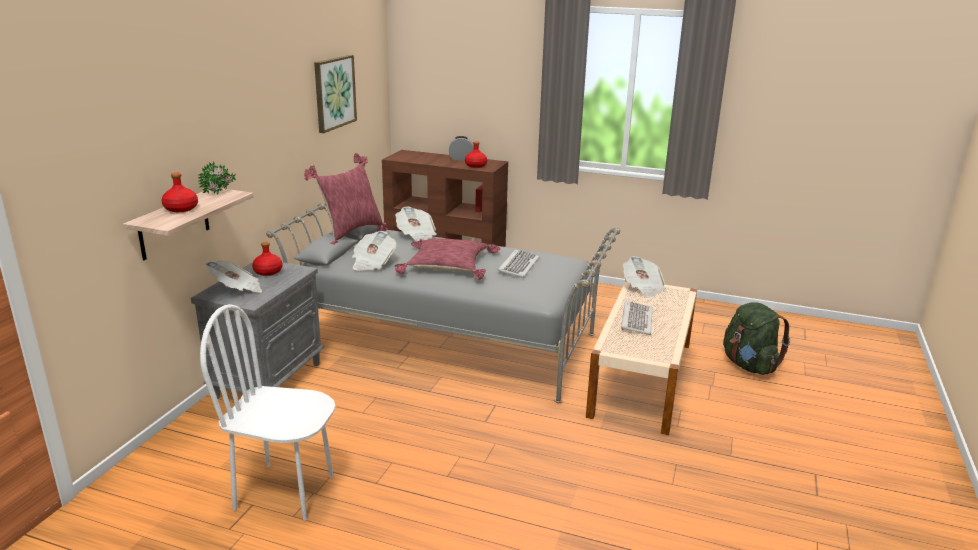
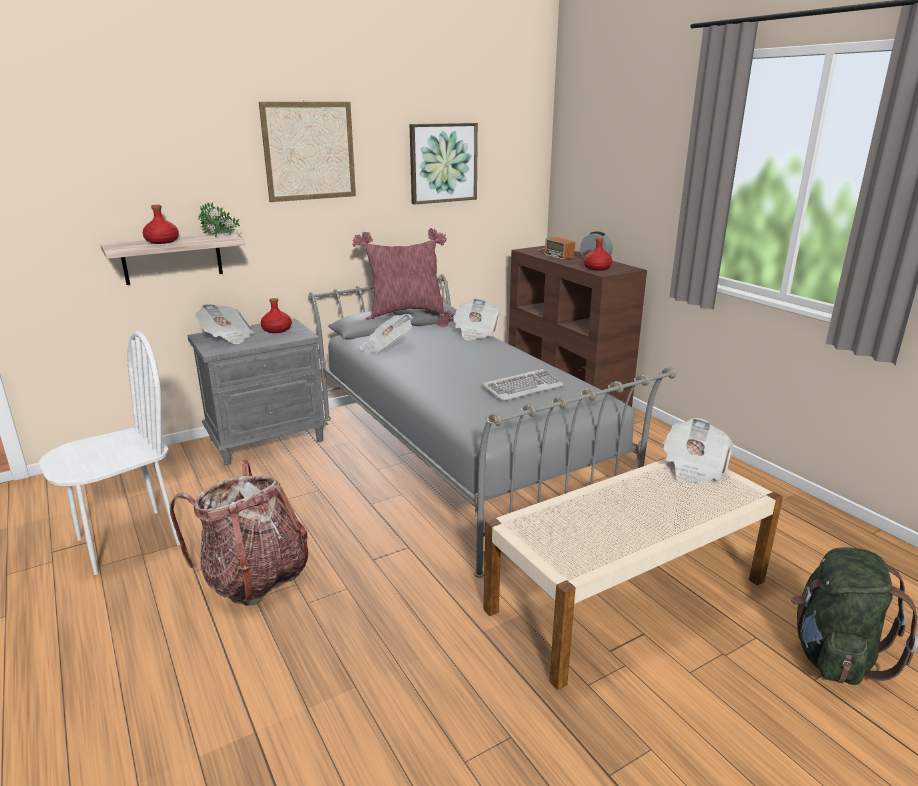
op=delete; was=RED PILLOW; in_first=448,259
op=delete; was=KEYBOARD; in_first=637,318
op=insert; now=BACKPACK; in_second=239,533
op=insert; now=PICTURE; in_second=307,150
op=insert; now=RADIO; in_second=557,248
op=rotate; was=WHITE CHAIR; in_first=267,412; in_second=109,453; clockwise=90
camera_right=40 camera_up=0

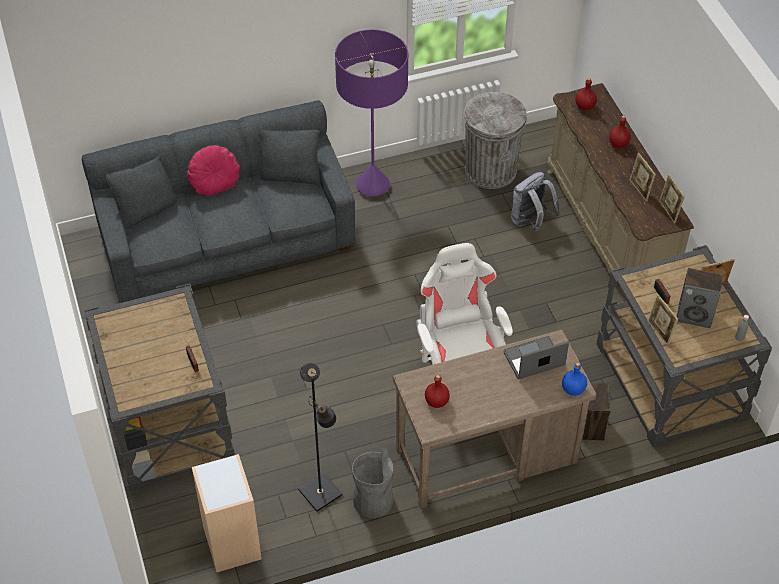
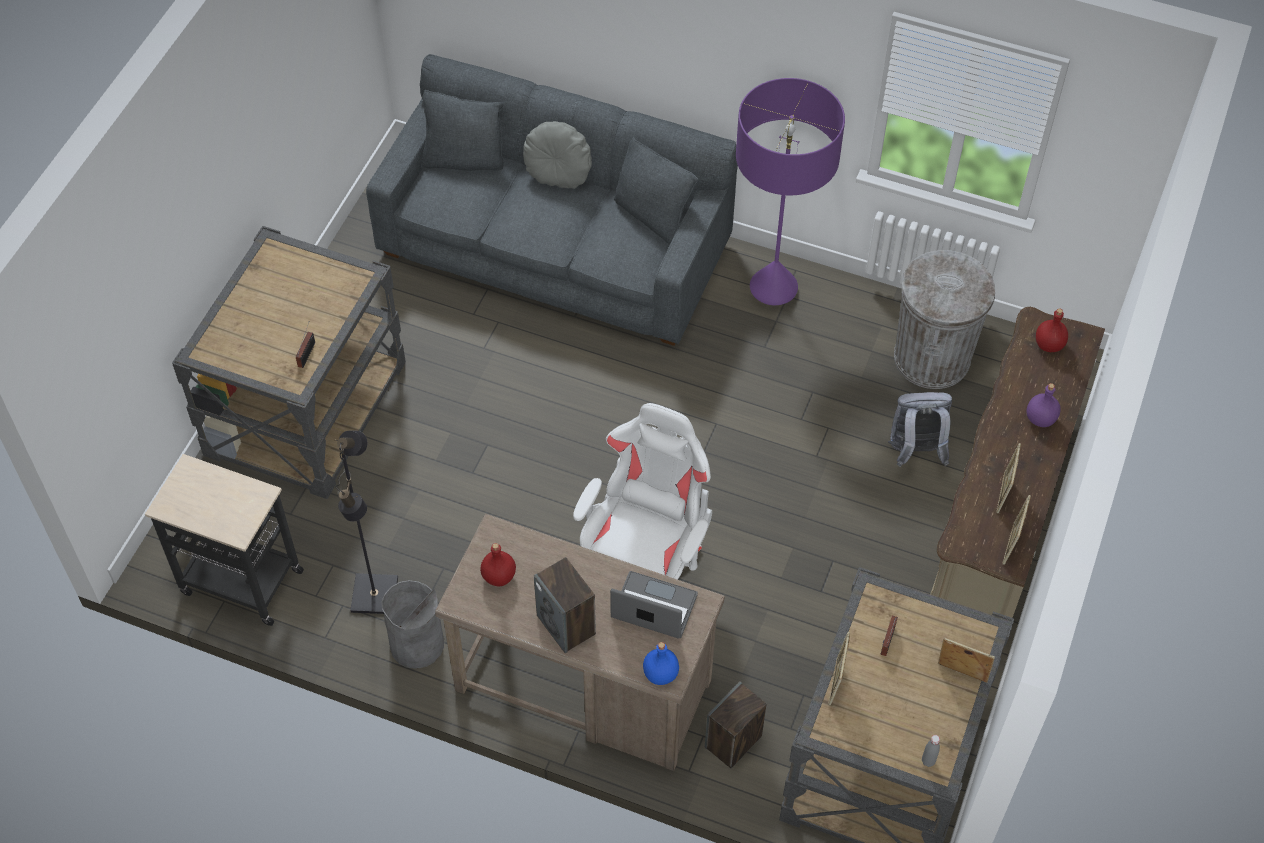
op=move; was=SPEAKER; in_first=699,298; in_second=565,605
op=replace; was=BOOKCASE; now=CART; in_first=227,513; in_second=224,540
op=recolor; was=PINK PILLOW; now=GREY PILLOW; in_first=213,170; in_second=557,155
op=recolor; was=RED BOTTLE; now=PURPLE BOTTLE; in_first=620,131; in_second=1043,405
camera_right=40 camera_up=5

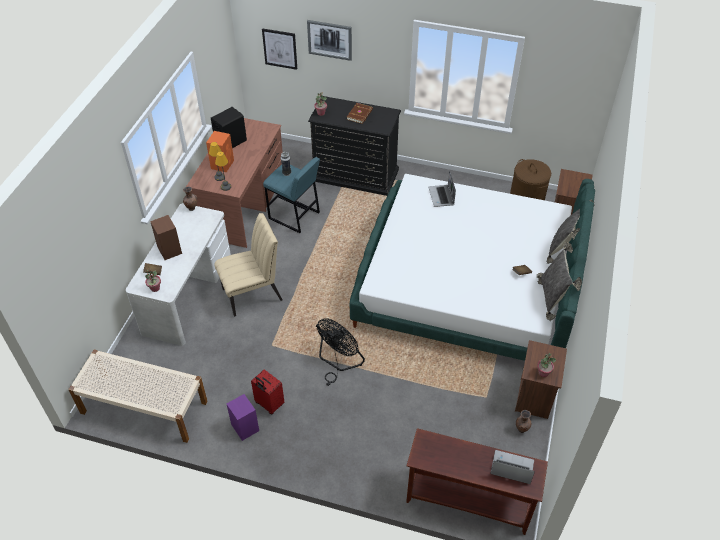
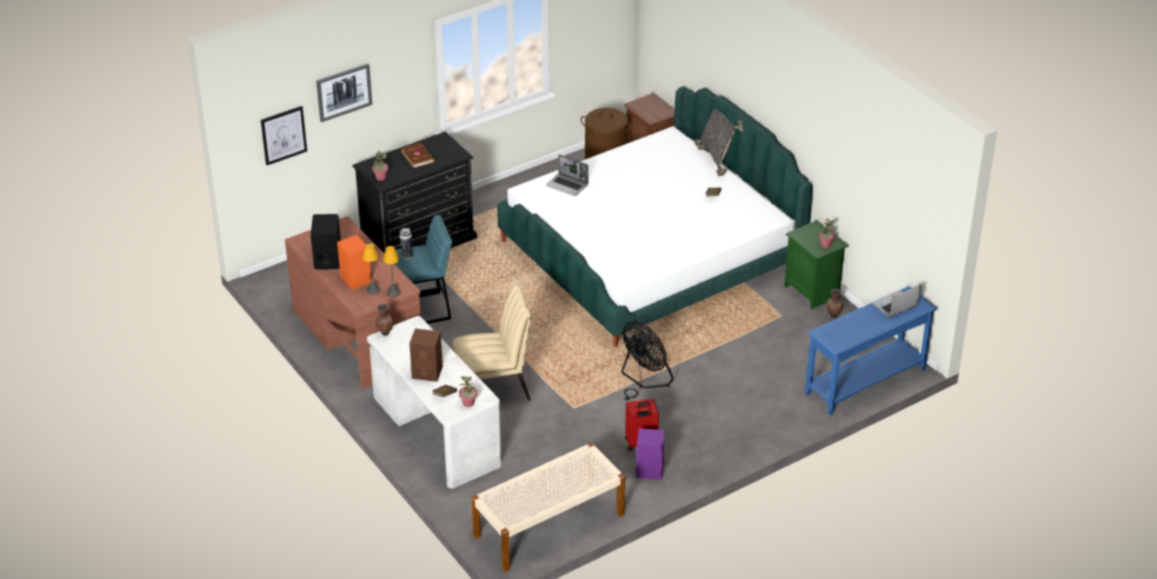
op=delete; was=PILLOW; in_first=559,281
op=recolor; was=BROWN CONSOLE TABLE; now=BLUE CONSOLE TABLE; in_first=477,481; in_second=871,351
op=recolor; was=BROWN NIGHTSTAND; now=GREEN NIGHTSTAND; in_first=541,379; in_second=816,264
op=rotate; was=BEIGE CHAIR; in_first=248,265; in_second=491,342; clockwise=60
op=rotate; was=BLACK FAN; in_first=340,352; in_second=647,360; clockwise=60
camera_right=-50 camera_up=-10

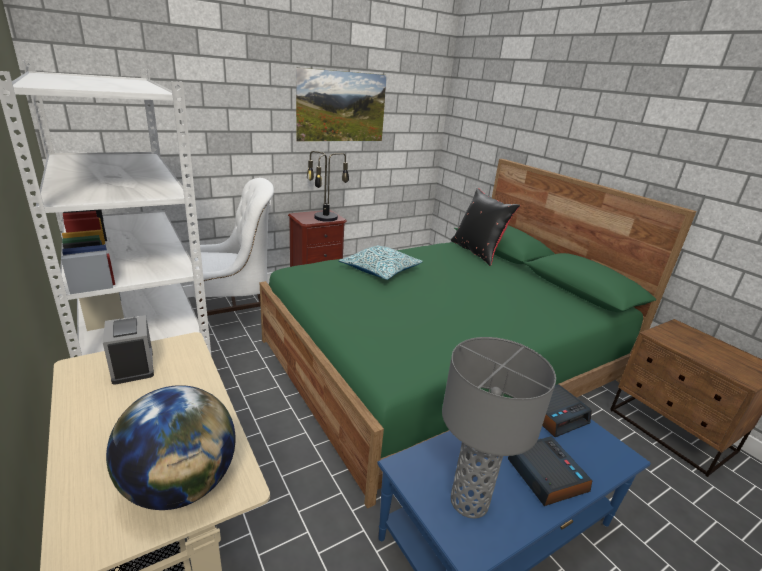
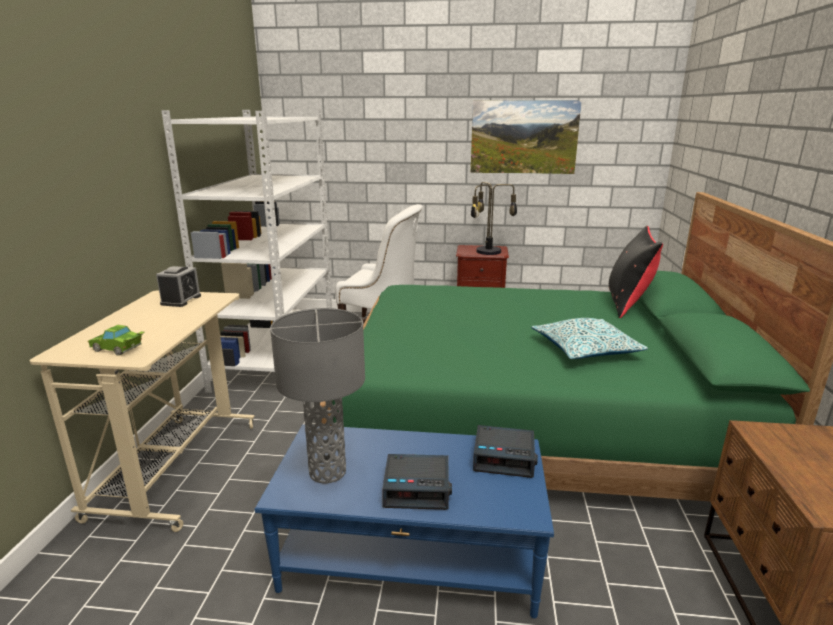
op=move; was=PILLOW; in_first=381,262; in_second=589,338
op=replace; was=GLOBE; now=GREEN TOY CAR; in_first=170,447; in_second=116,340
op=rotate; was=ALARM CLOCK; in_first=550,471; in_second=417,482; clockwise=75
camera_right=40 camera_up=-5

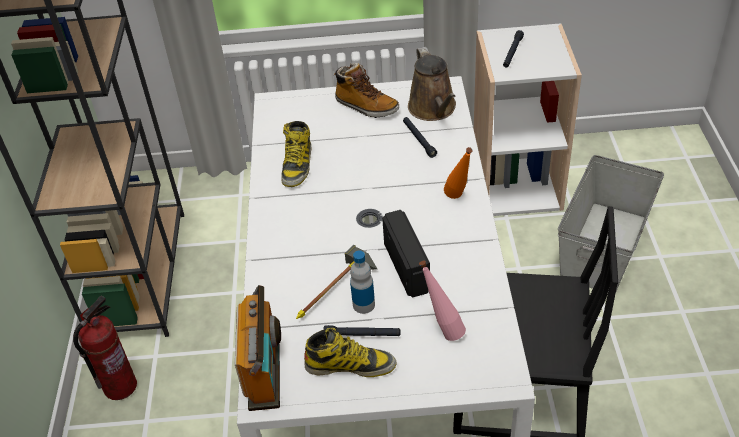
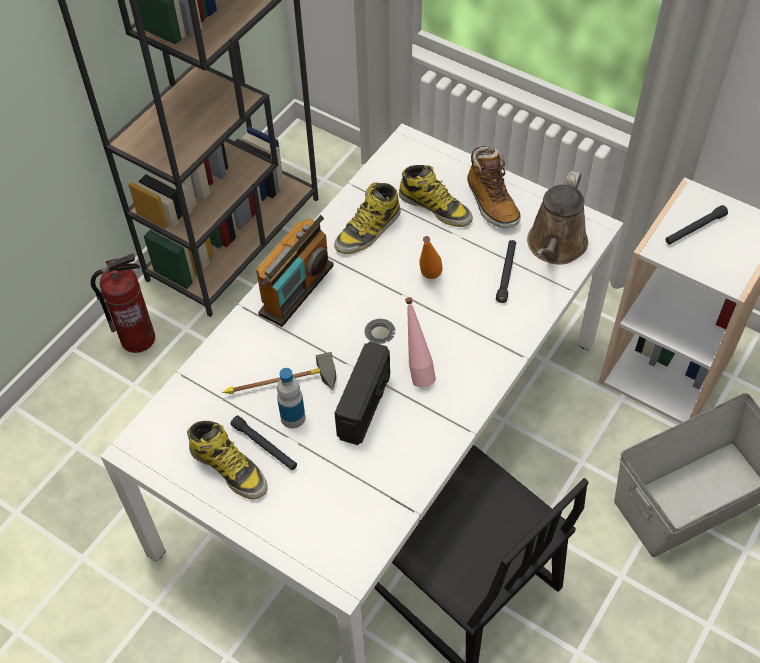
op=insert; now=BOOT; in_second=436,196
op=move; was=RADIO; in_first=258,348; in_second=295,271
op=move; was=PINK BOTTLE; in_first=442,301; in_second=420,342
op=move; was=ORANGE BOTTLE; in_first=458,173; in_second=430,257
camera_right=35 camera_up=10

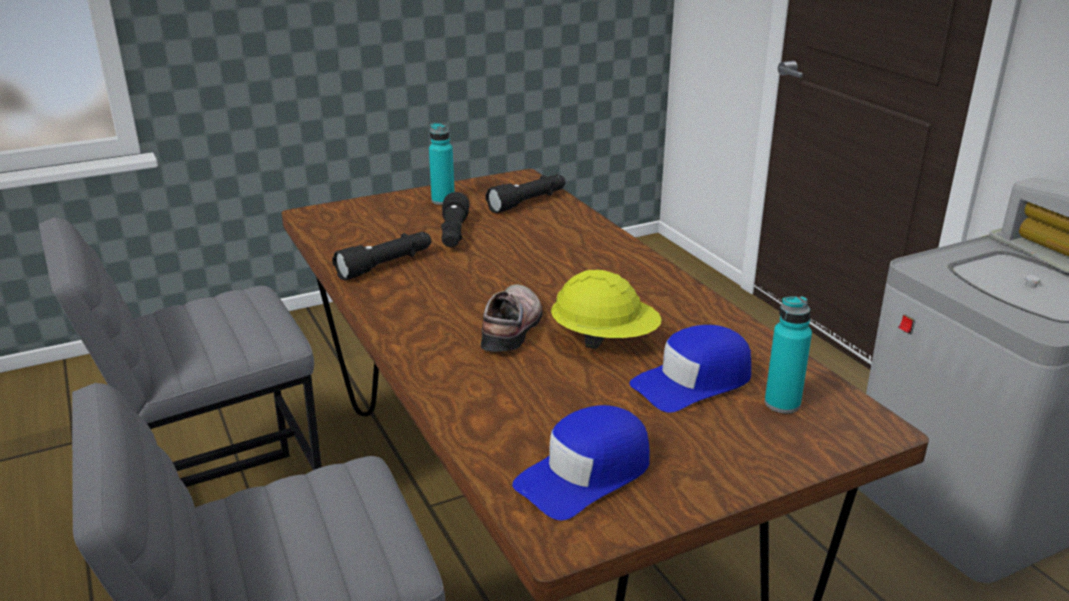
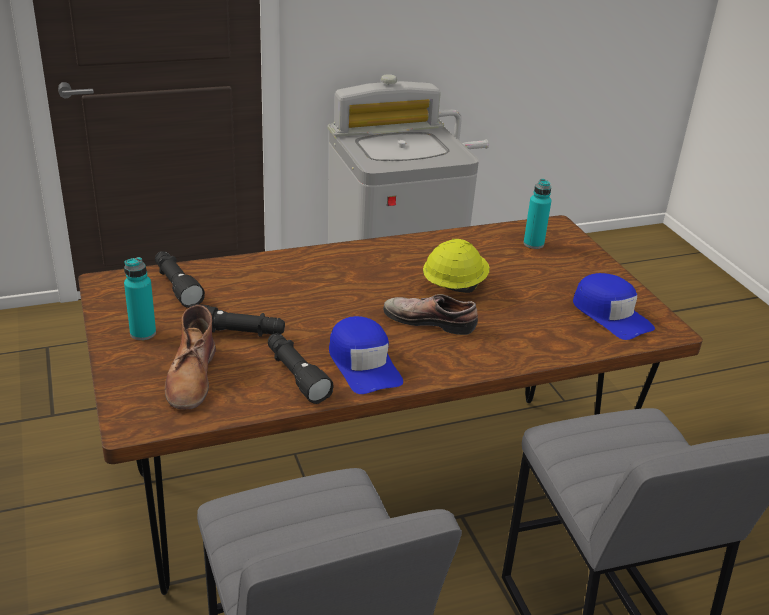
op=insert; now=BROWN BOOT; in_second=190,357
op=move; was=BLUE CAP; in_first=690,369; in_second=366,355
camera_right=-85 camera_up=5

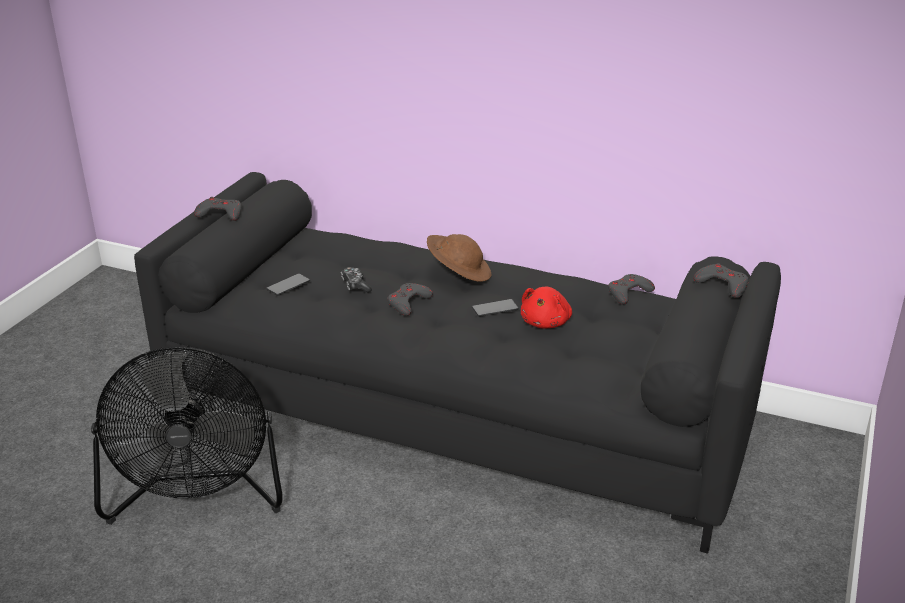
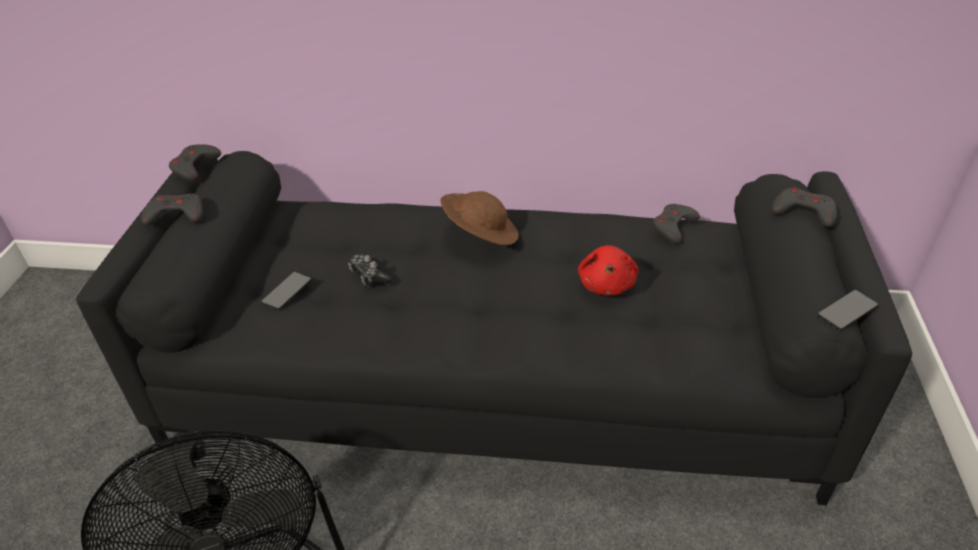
op=move; was=GREY GAME CONTROLLER; in_first=410,299; in_second=195,162
op=move; was=PHONE; in_first=495,308; in_second=847,310
camera_right=-15 camera_up=10

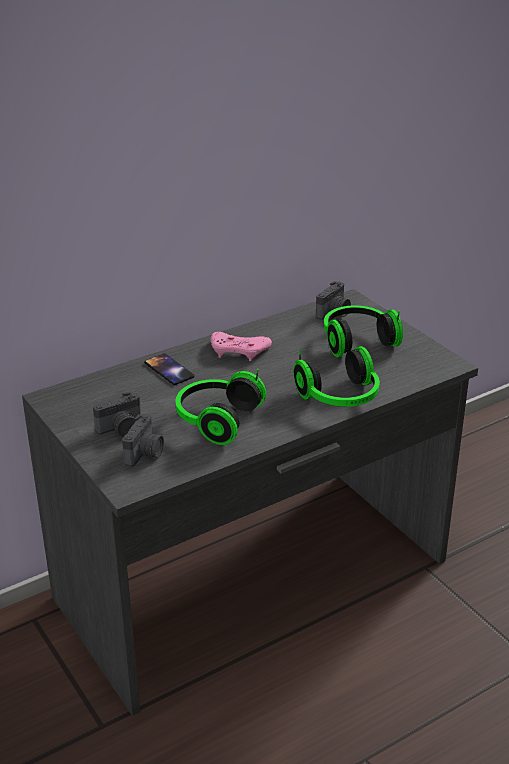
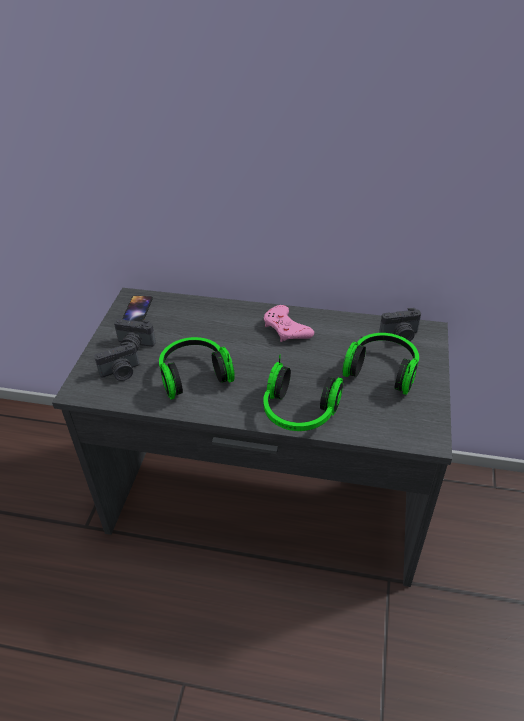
op=move; was=PHONE; in_first=169,369; in_second=137,309
camera_right=45 camera_up=10

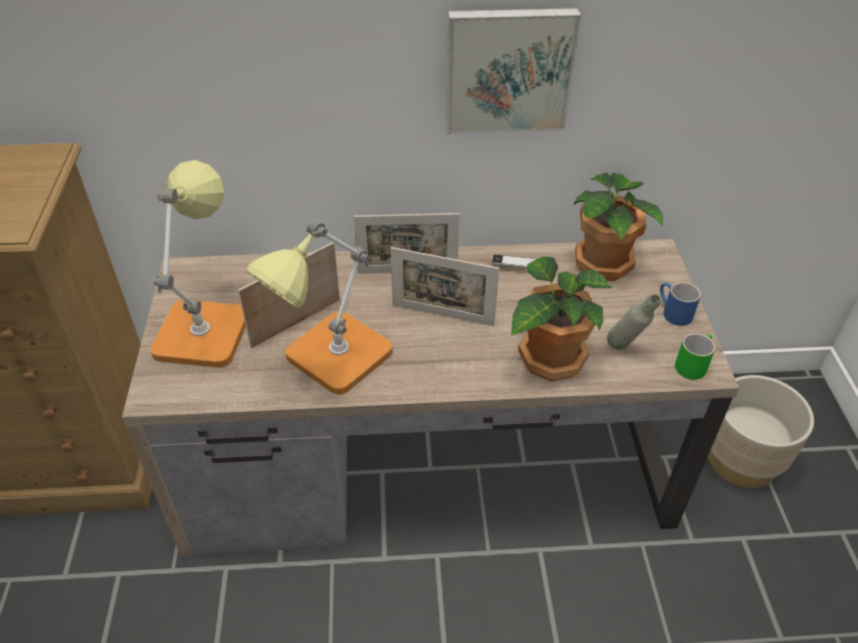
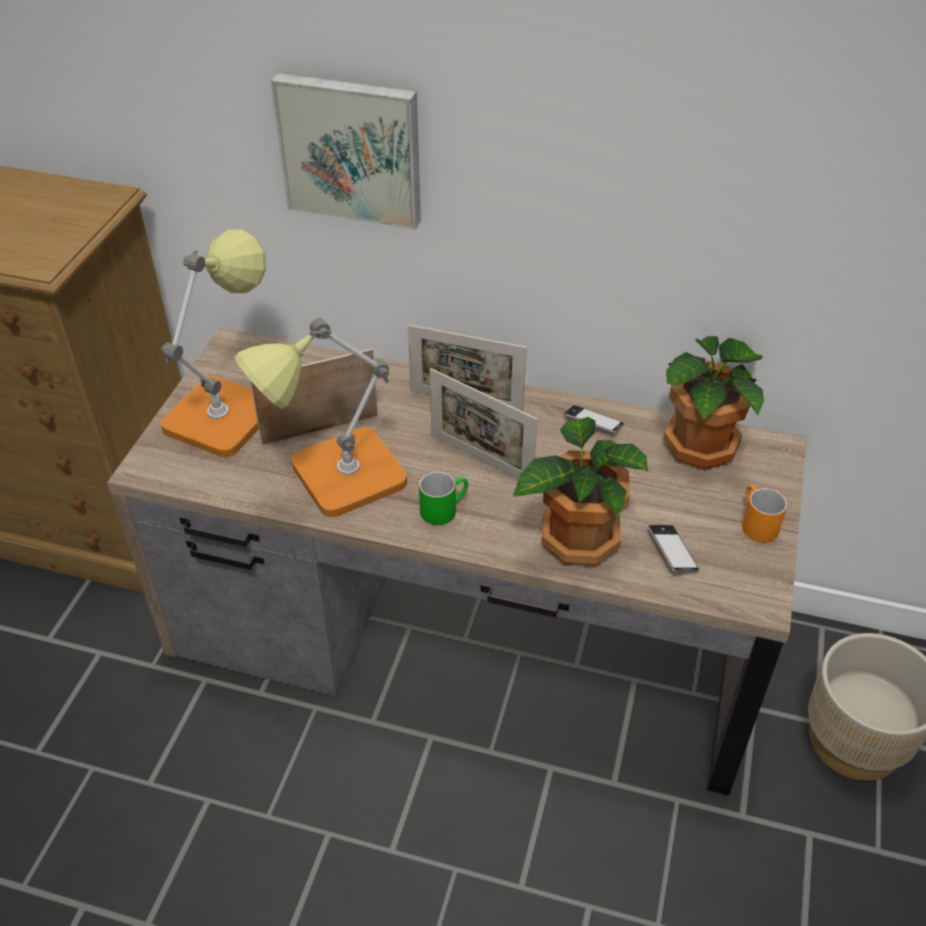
op=move; was=PICTURE; in_first=513,71; in_second=346,151
op=move; was=GREEN MUG; in_first=695,356; in_second=443,498
op=replace; was=GREY BOTTLE; now=PHONE; in_first=634,322; in_second=673,549
op=recolor; was=BLUE MUG; now=ORANGE MUG; in_first=680,304; in_second=765,514
camera_right=20 camera_up=0

